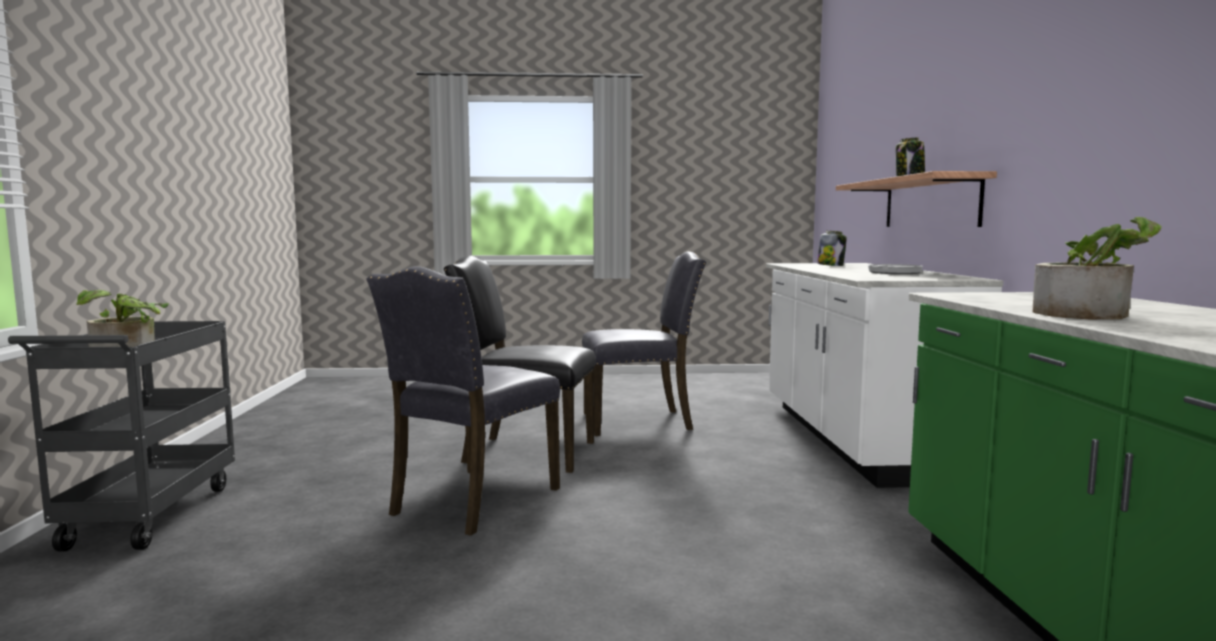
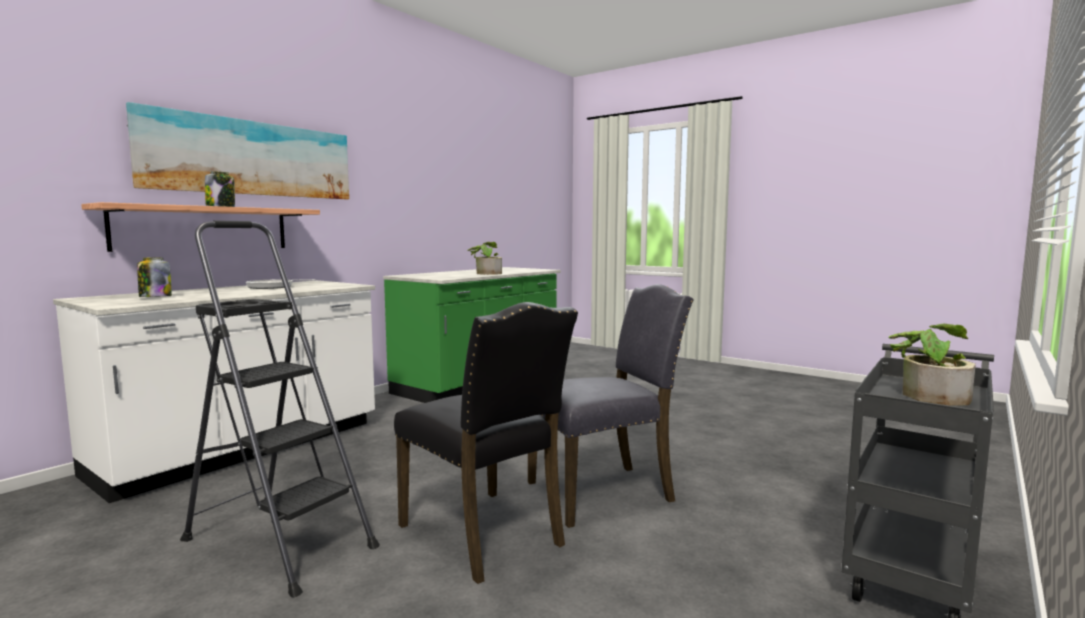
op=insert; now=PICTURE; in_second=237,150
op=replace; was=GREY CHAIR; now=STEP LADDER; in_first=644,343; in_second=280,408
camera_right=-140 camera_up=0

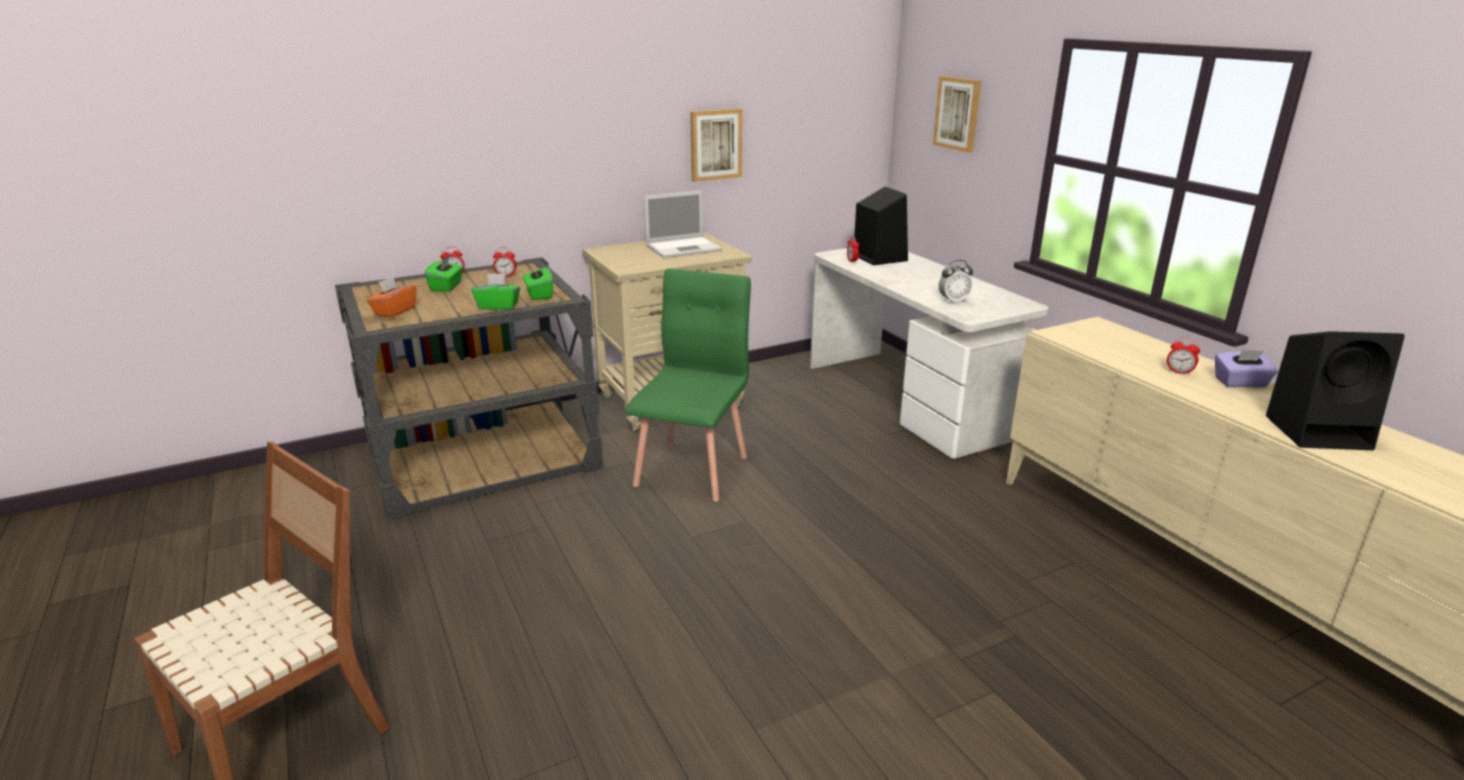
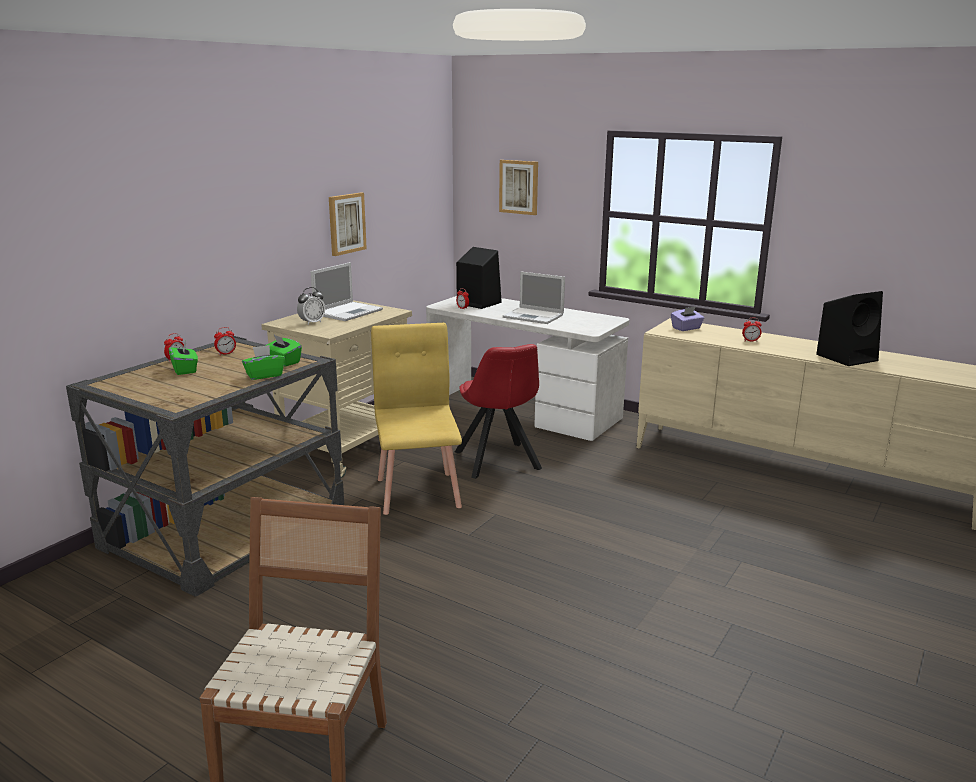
op=delete; was=ORANGE TISSUE BOX; in_first=392,297
op=insert; now=RED CHAIR; in_second=498,411
op=insert; now=LAPTOP; in_second=534,297
op=move; was=ALARM CLOCK; in_first=956,281; in_second=311,306
op=move; was=PURPLE TISSUE BOX; in_first=1246,369; in_second=687,318
op=recolor; was=GREEN CHAIR; now=YELLOW CHAIR; in_first=688,385; in_second=416,419
camera_right=-30 camera_up=-5

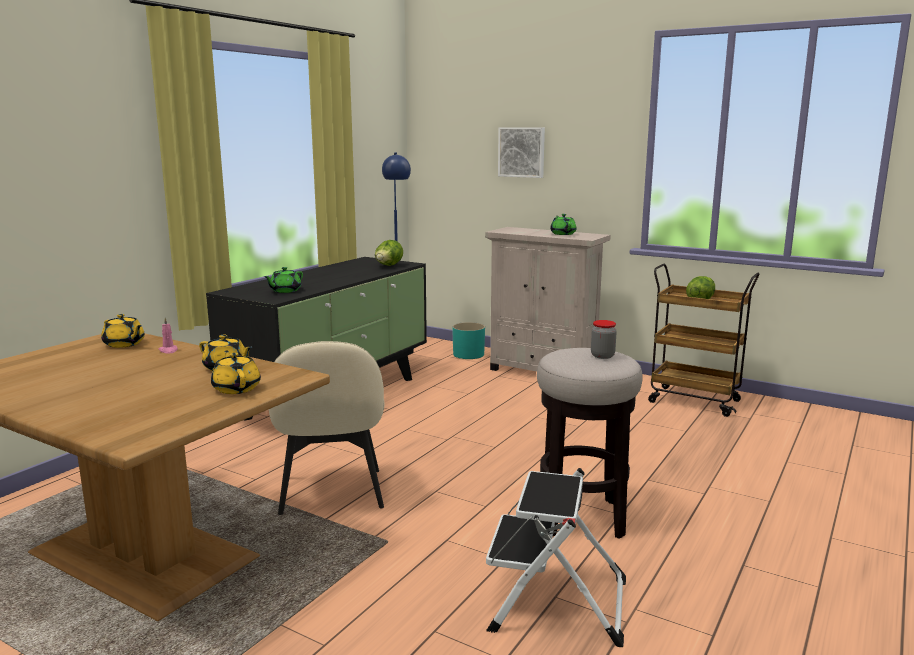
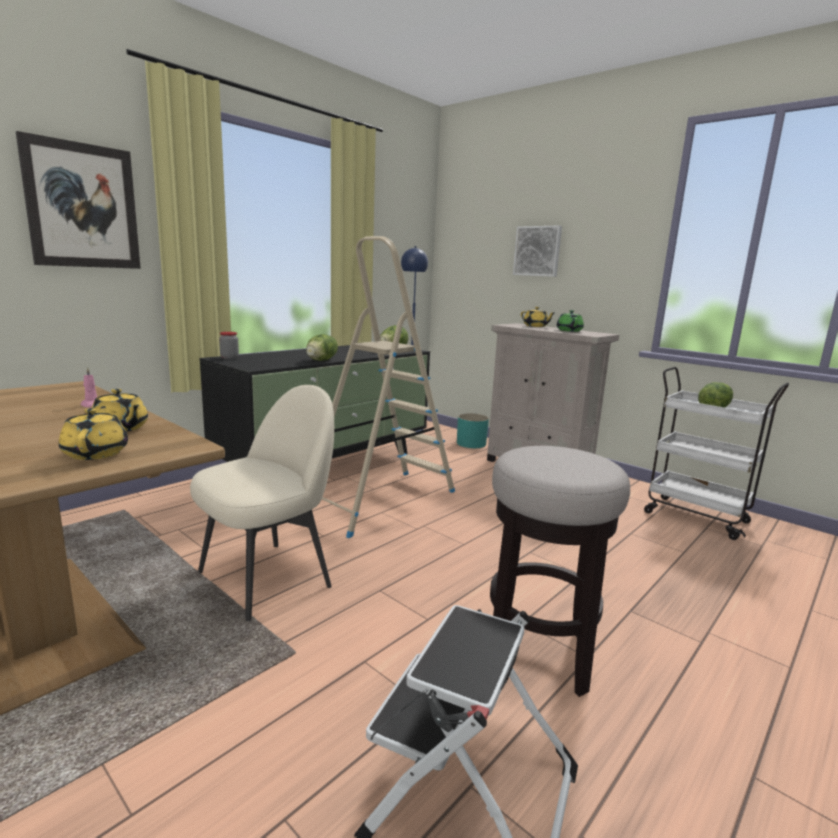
op=delete; was=GREEN TEAPOT; in_first=283,280
op=insert; now=PICTURE; in_second=78,200
op=insert; now=LETTUCE; in_second=322,347
op=insert; now=BEIGE STEP LADDER; in_second=388,387
op=move; was=YELLOW TEAPOT; in_first=123,331; in_second=537,317
op=move; was=JAR; in_first=604,339; in_second=229,345
op=recolor; was=BROWN CART; now=WHITE CART; in_first=703,340; in_second=716,453
op=rotate; was=BEIGE CHAIR; in_first=327,428; in_second=262,503; clockwise=-135
camera_right=10 camera_up=0

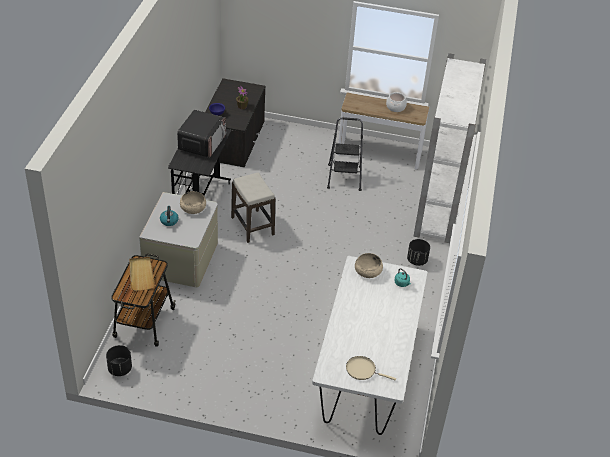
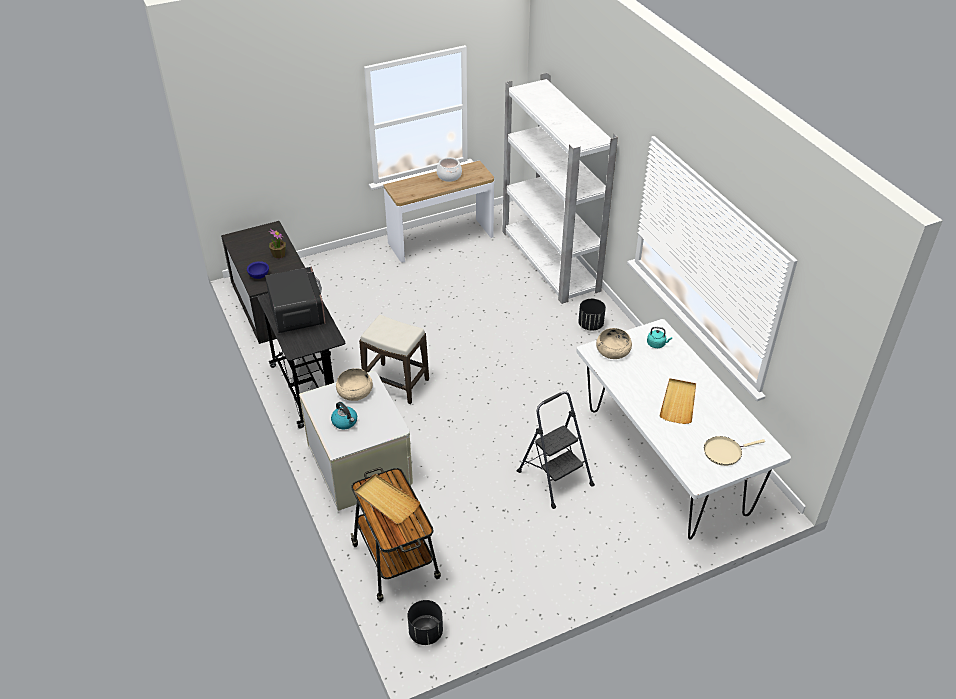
op=insert; now=BEIGE TRAY; in_second=677,401
op=move; was=BLACK STEP LADDER; in_first=345,154; in_second=555,450
camera_right=-35 camera_up=0

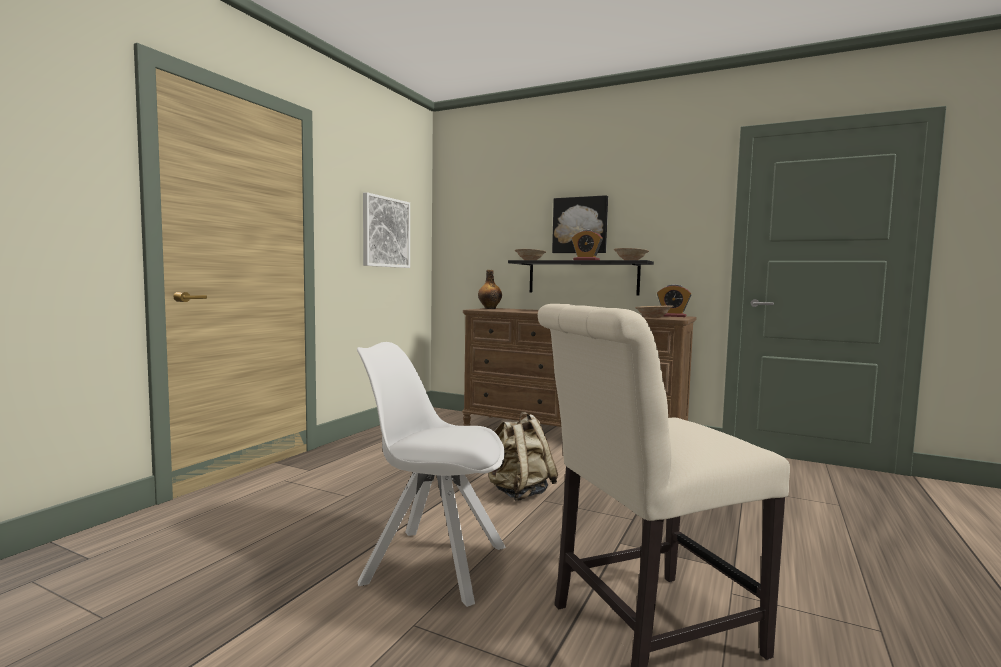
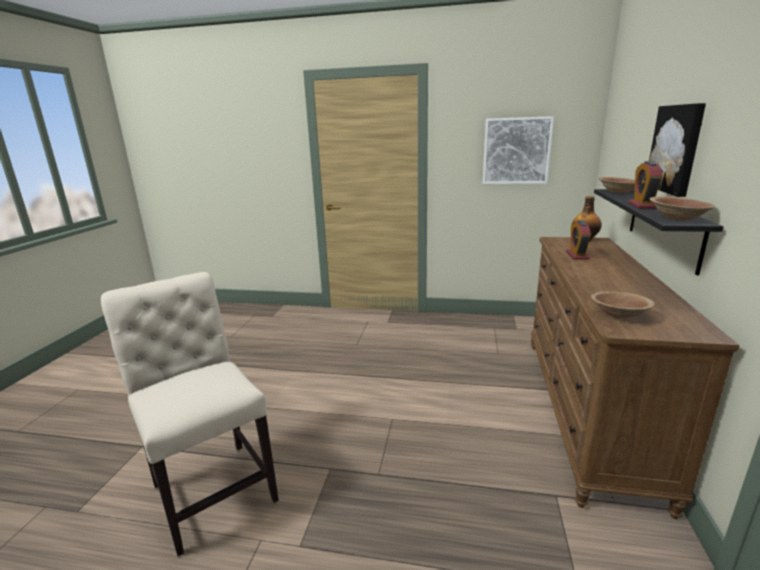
op=delete; was=WHITE CHAIR; in_first=431,474
op=delete; was=BEIGE BACKPACK; in_first=523,456
op=move; was=ALARM CLOCK; in_first=674,300; in_second=578,240
camera_right=75 camera_up=15

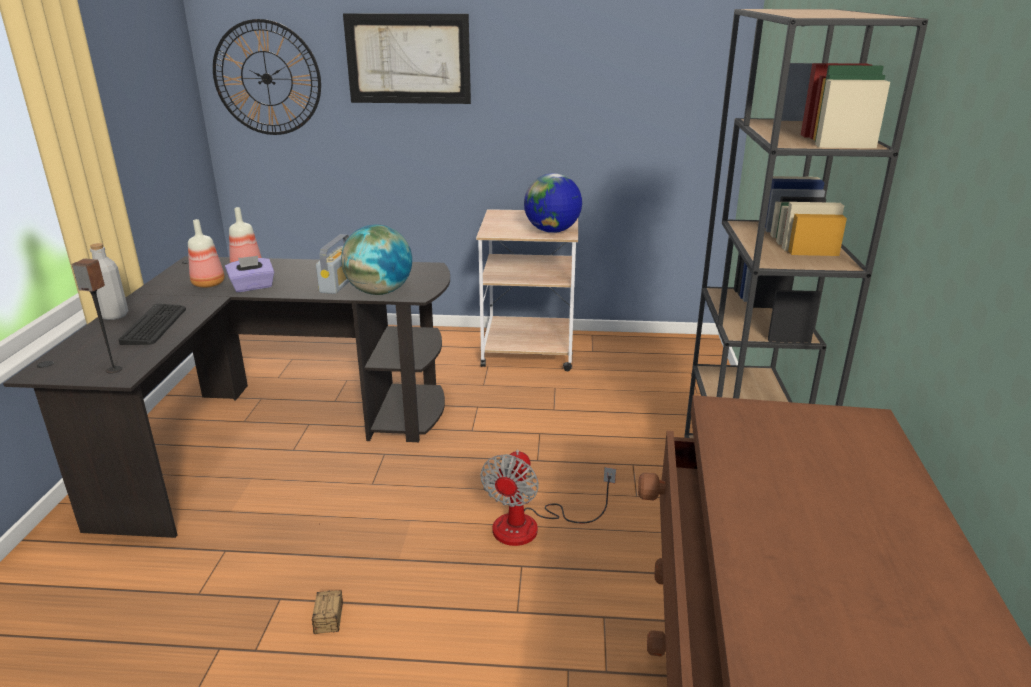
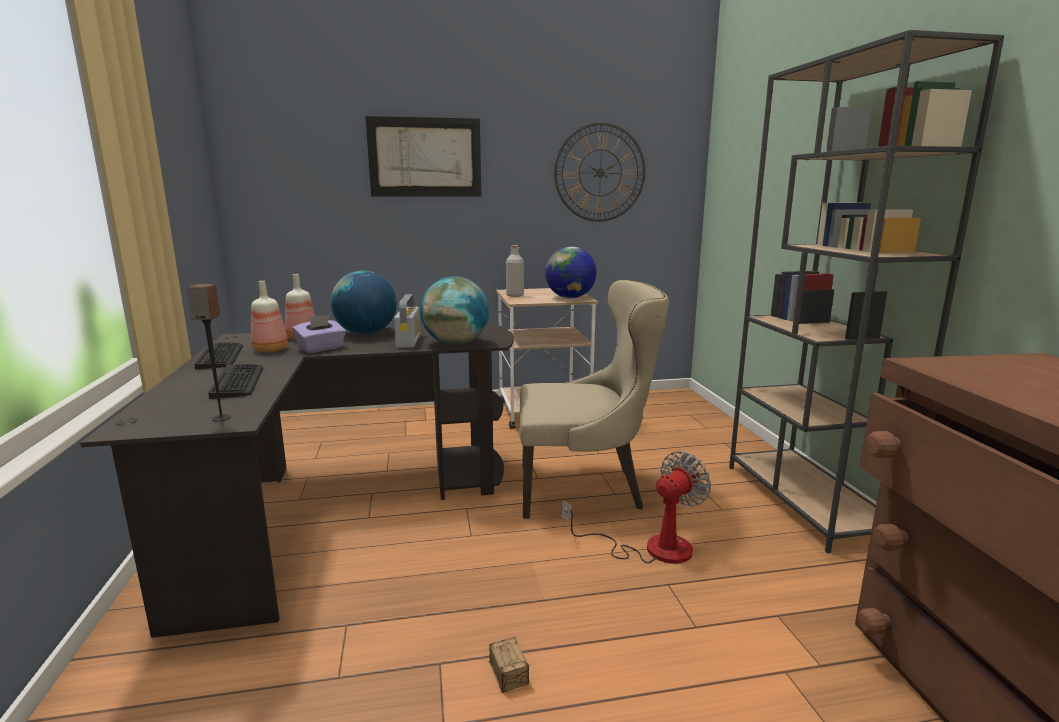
op=insert; now=KEYBOARD; in_second=218,356
op=insert; now=GLOBE; in_second=364,302
op=insert; now=BEIGE CHAIR; in_second=594,399
op=move; was=GREY BOTTLE; in_first=109,281; in_second=515,271
op=move; was=WALL CLOCK; in_first=267,77; in_second=599,172
op=rotate; was=FAN; in_first=548,498; in_second=636,507; clockwise=-135
camera_right=-15 camera_up=-10

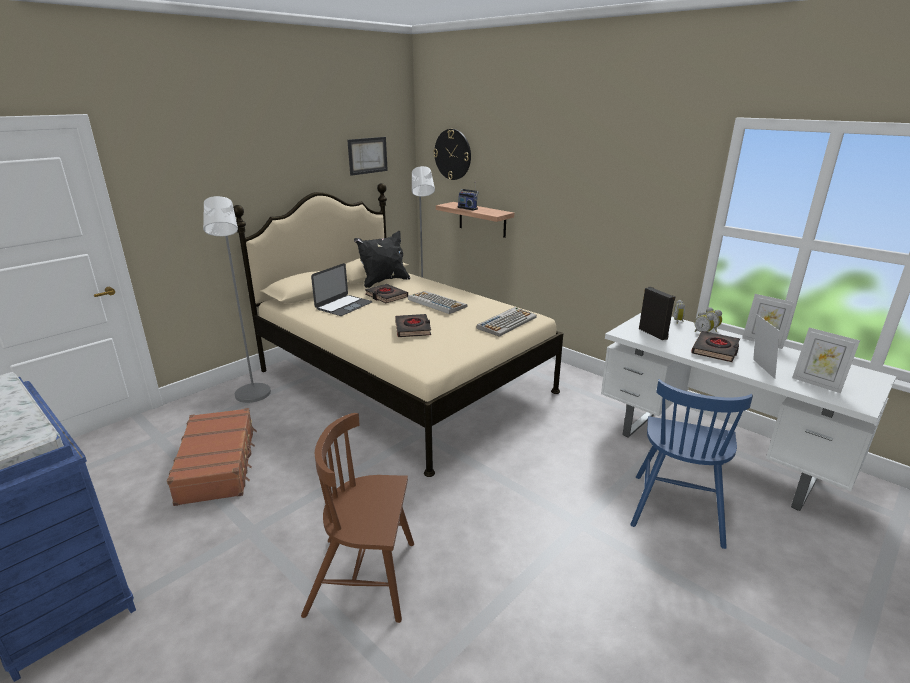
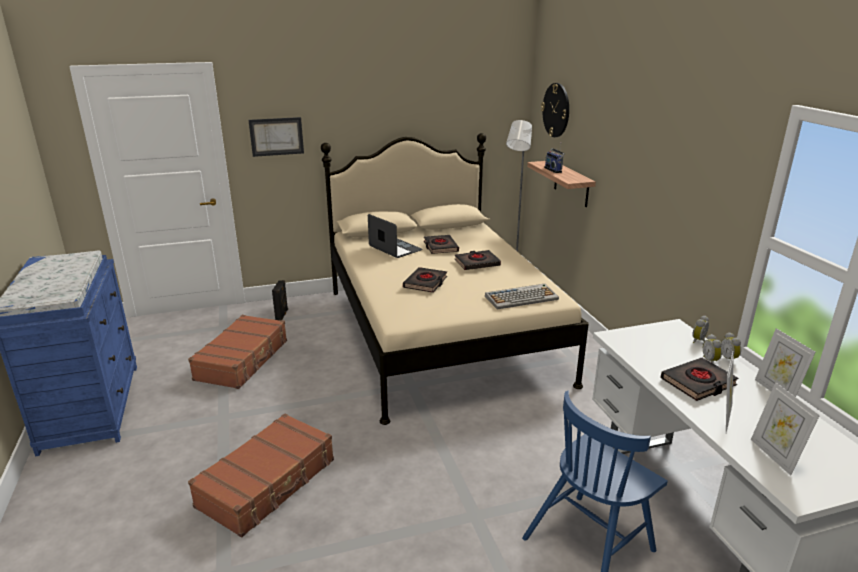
op=delete; was=GREY FLOOR LAMP; in_first=237,299
op=delete; was=BLACK PILLOW; in_first=382,259
op=move; was=PICTURE; in_first=367,156; in_second=276,137
op=move; was=BLACK SPEAKER; in_first=657,313; in_second=280,300
op=replace; was=BROWN CHAIR; now=BROWN SUITCASE; in_first=357,518; in_second=261,475
op=replace; was=KEYBOARD; now=BLACK BOOK; in_first=437,302; in_second=478,260
op=rotate; was=LAPTOP; in_first=342,289; in_second=395,236; clockwise=-105
camera_right=30 camera_up=0

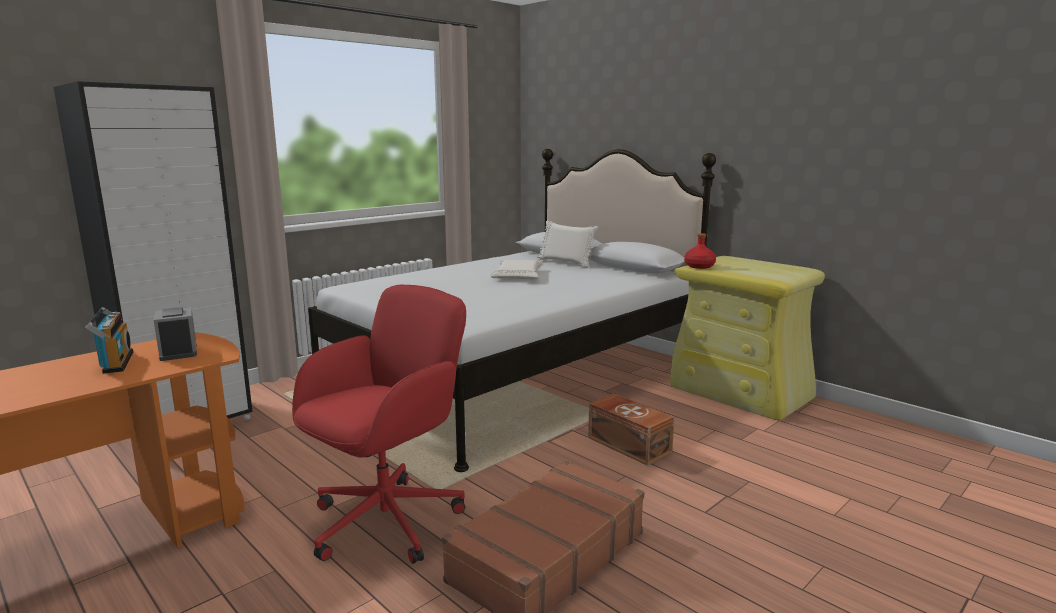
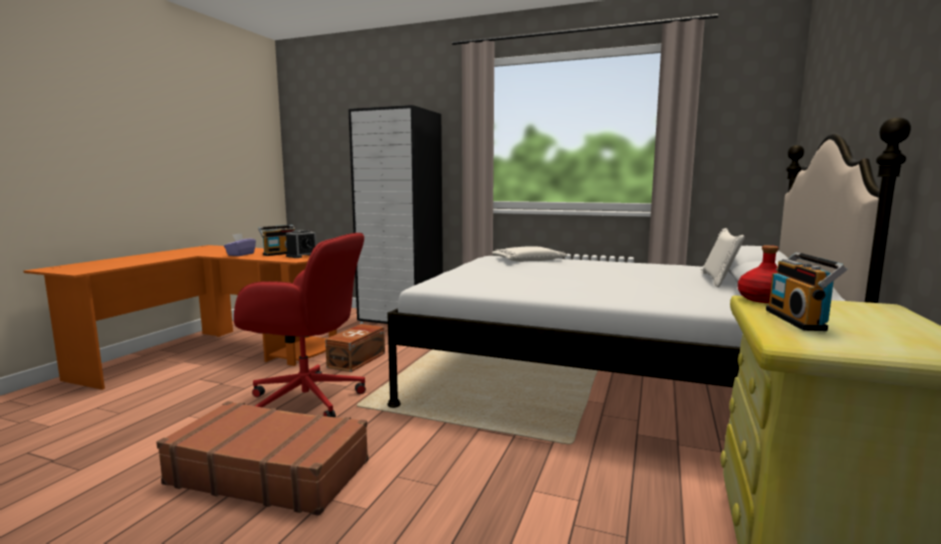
op=insert; now=PURPLE TISSUE BOX; in_second=240,244
op=insert; now=RADIO; in_second=806,291
op=move; was=WHITE PILLOW; in_first=517,269; in_second=530,254
op=move; was=BROWN STORAGE BOX; in_first=631,430; in_second=355,348
camera_right=65 camera_up=-5

